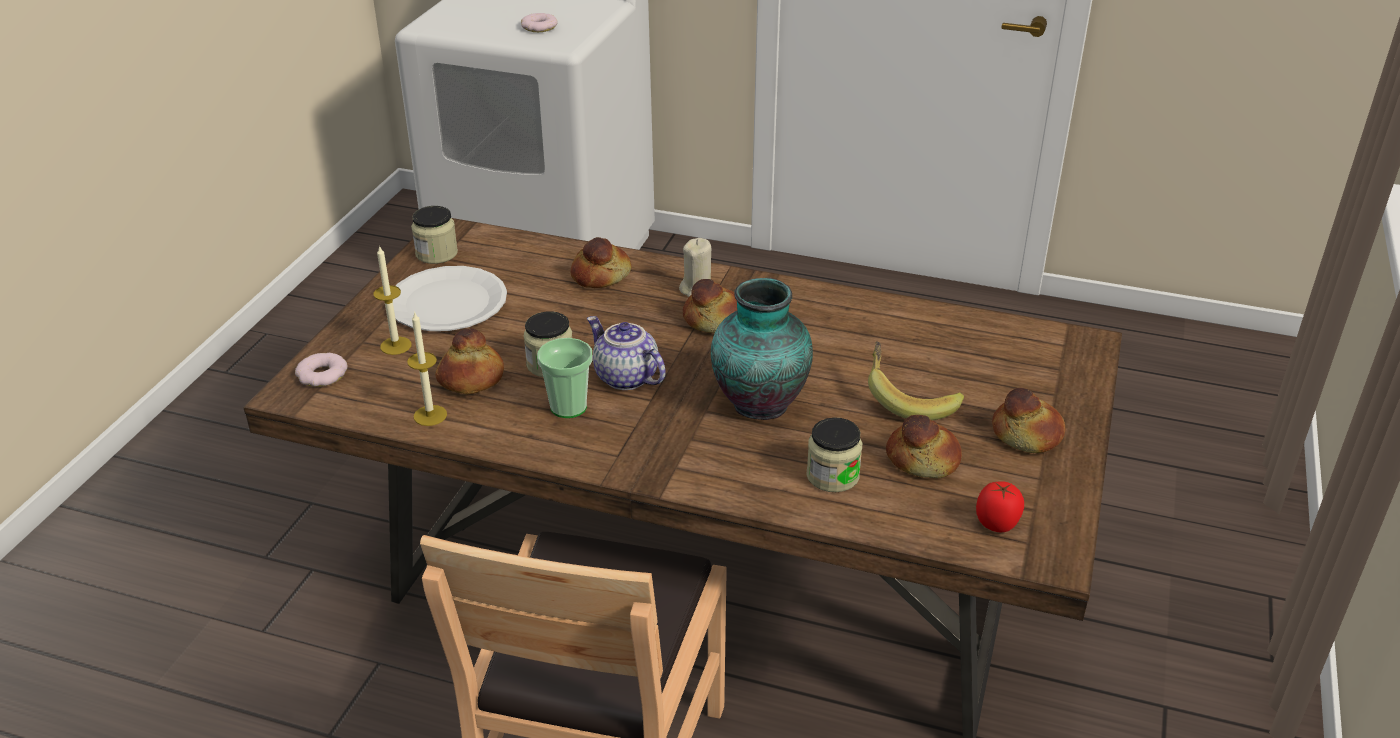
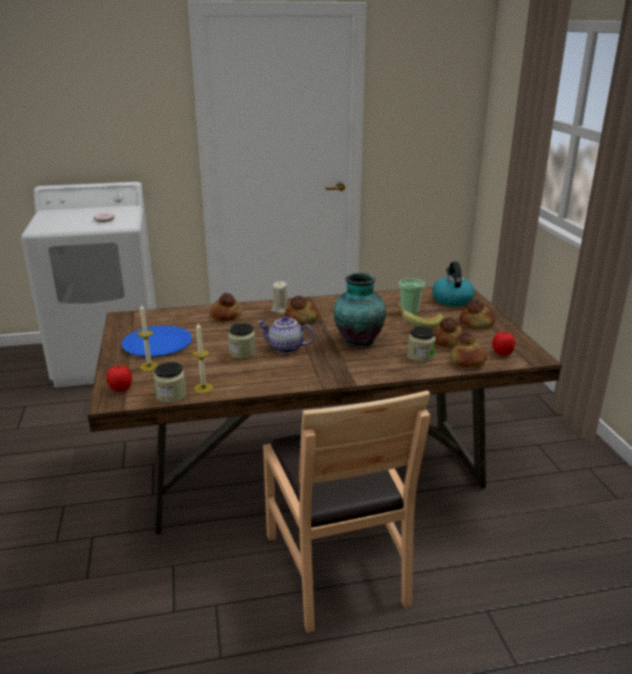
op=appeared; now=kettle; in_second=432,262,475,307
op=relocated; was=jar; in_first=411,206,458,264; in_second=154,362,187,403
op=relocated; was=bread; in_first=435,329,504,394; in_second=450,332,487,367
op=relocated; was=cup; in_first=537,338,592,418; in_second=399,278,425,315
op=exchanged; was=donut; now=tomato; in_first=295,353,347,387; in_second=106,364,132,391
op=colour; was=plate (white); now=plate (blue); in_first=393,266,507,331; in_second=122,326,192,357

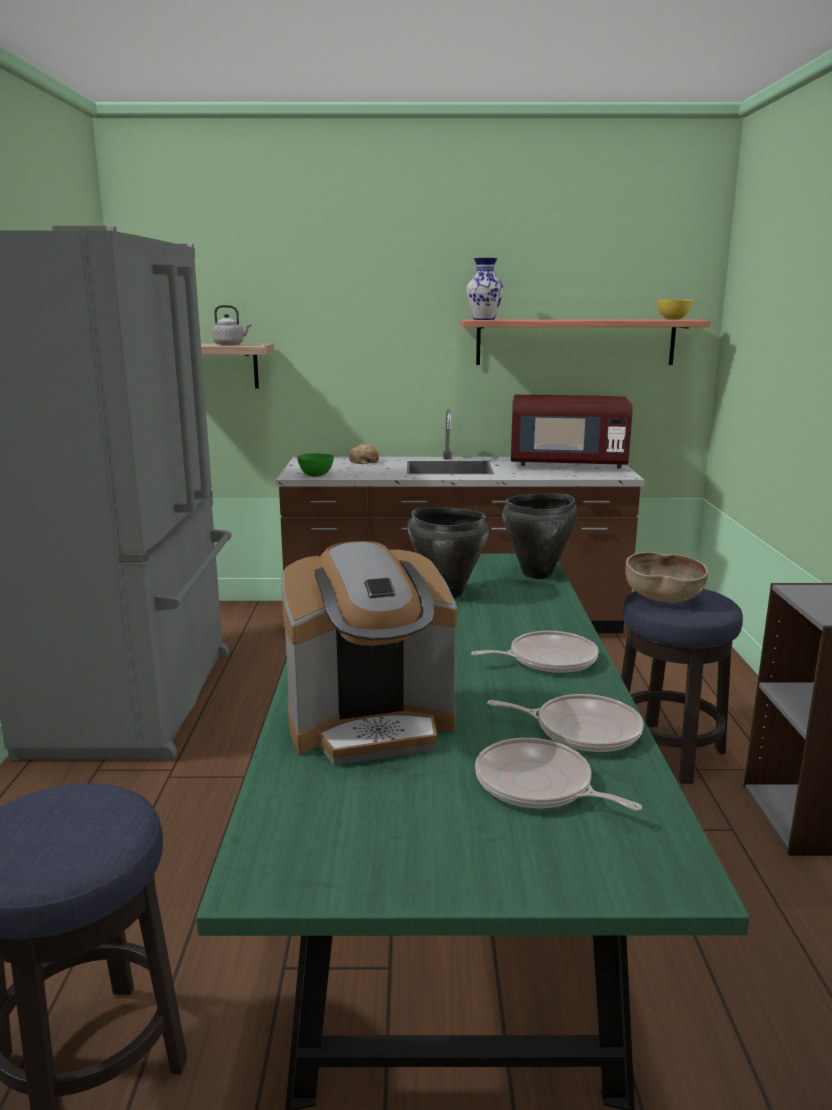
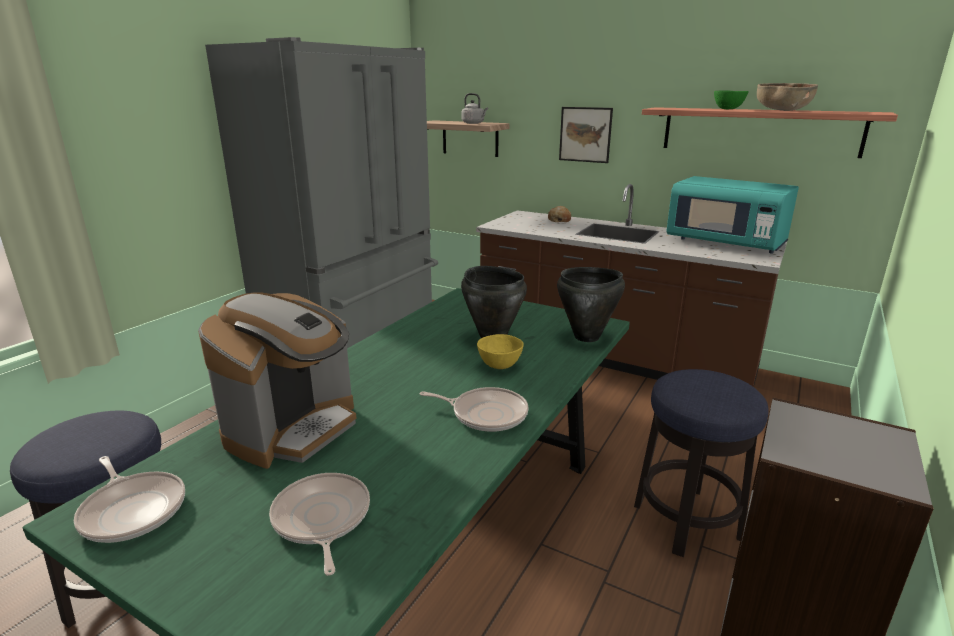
op=missing; was=vase; in_first=466,258,504,320
op=appeared; now=picture; in_second=559,107,613,163
op=relocated; was=bowl (green); in_first=297,453,334,477; in_second=714,90,749,109
op=relocated; was=frying pan; in_first=487,694,644,753; in_second=74,456,185,543
op=relocated; was=bowl (brown); in_first=625,552,708,603; in_second=757,83,818,111
op=relocated; was=bowl (yellow); in_first=657,300,693,320; in_second=477,334,524,369
op=colour; was=microwave (red); now=microwave (turquoise); in_first=511,395,633,469; in_second=666,176,799,254
op=spun; was=coffee machine; in_first=281,541,457,765; in_second=198,292,356,469; clockwise=-75

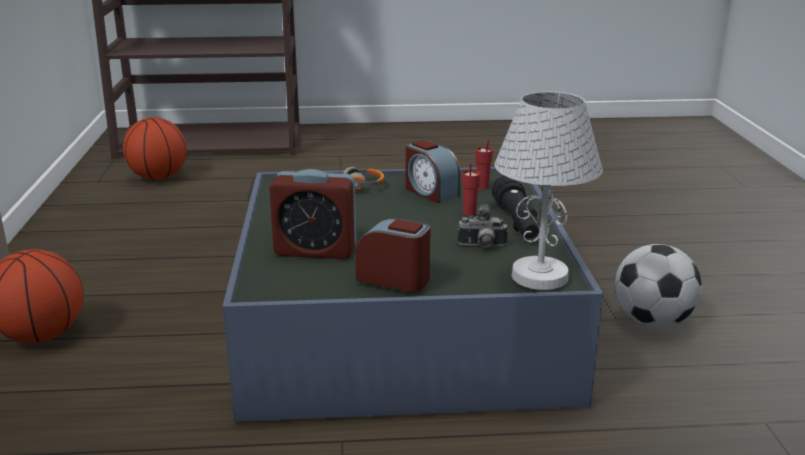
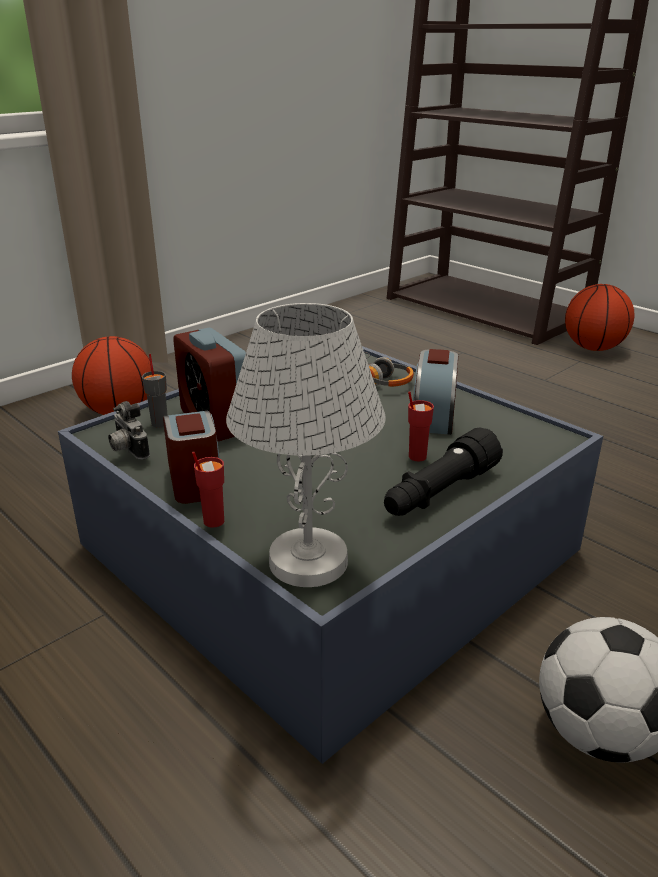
op=appeared; now=cup (grey); in_second=142,354,168,428
op=relocated; was=basketball; in_first=123,117,187,180; in_second=565,284,634,351
op=relocated; was=photo camera; in_first=458,204,508,247; in_second=108,401,150,460
op=relocated; was=cup (red); in_first=476,140,493,190; in_second=192,452,224,528

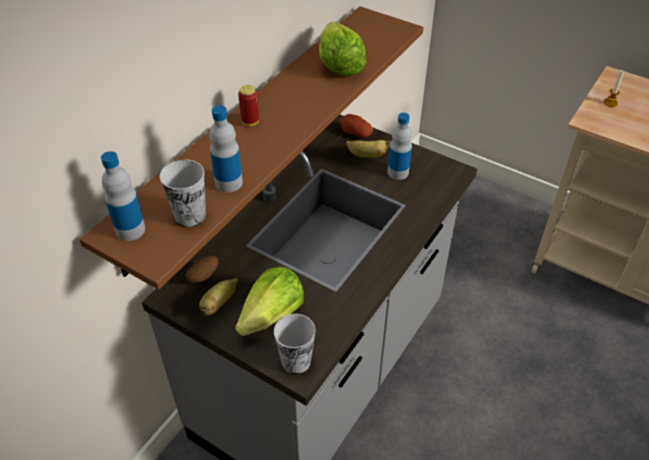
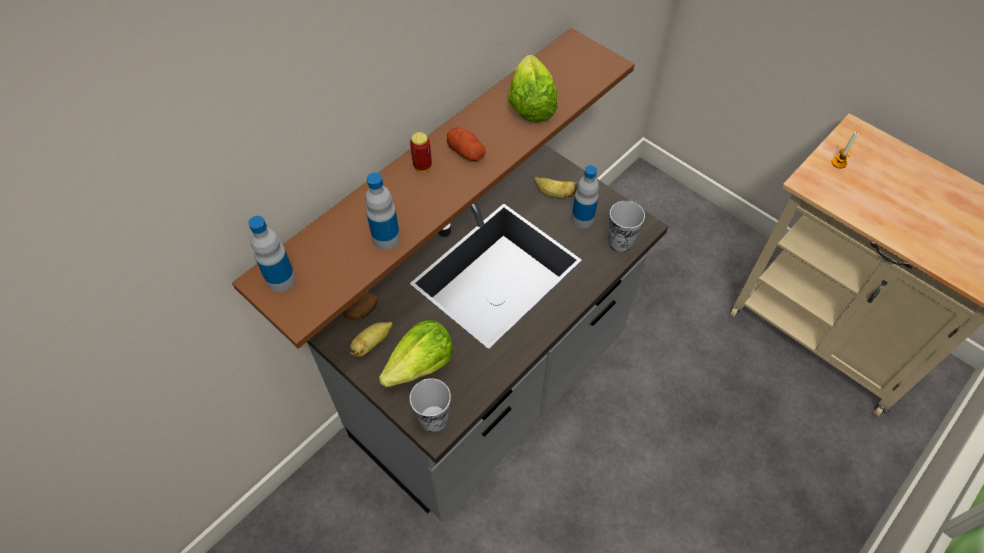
op=relocated; was=cup; in_first=160,159,206,227; in_second=608,201,645,252
op=relocated; was=potato; in_first=340,114,373,137; in_second=447,127,486,161

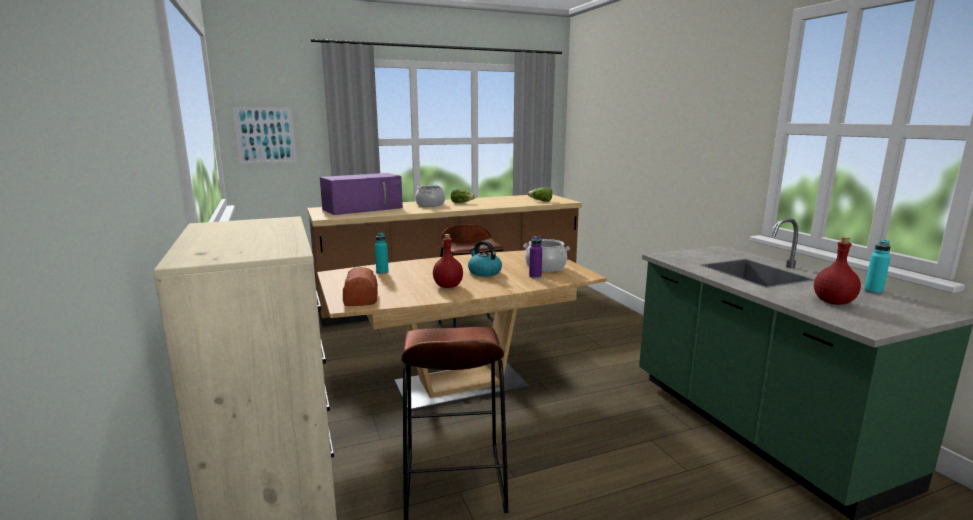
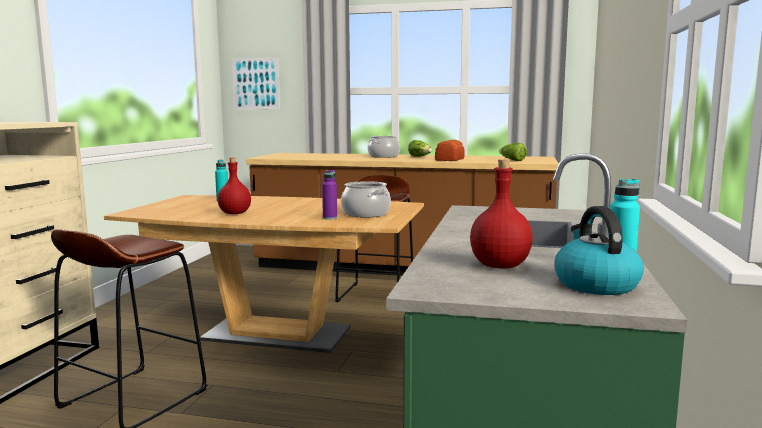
op=missing; was=microwave (purple); in_first=320,173,403,215
op=relocated; was=bread; in_first=343,267,378,306; in_second=435,140,465,161
op=relocated; was=kettle; in_first=468,241,502,277; in_second=554,206,644,295

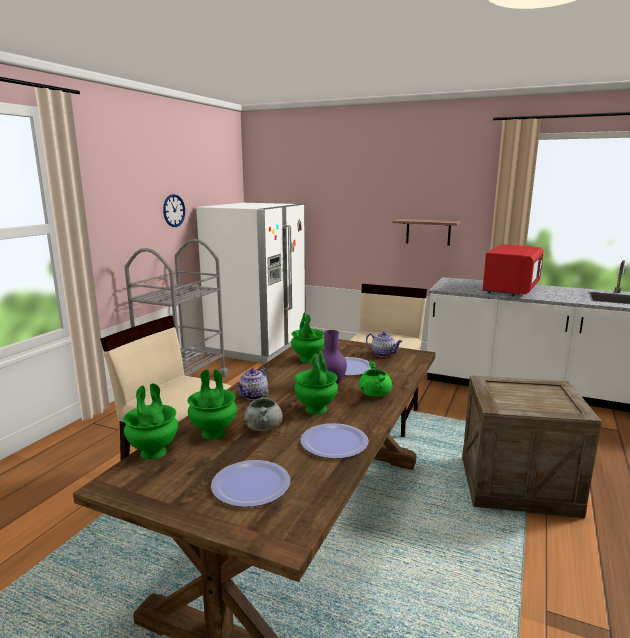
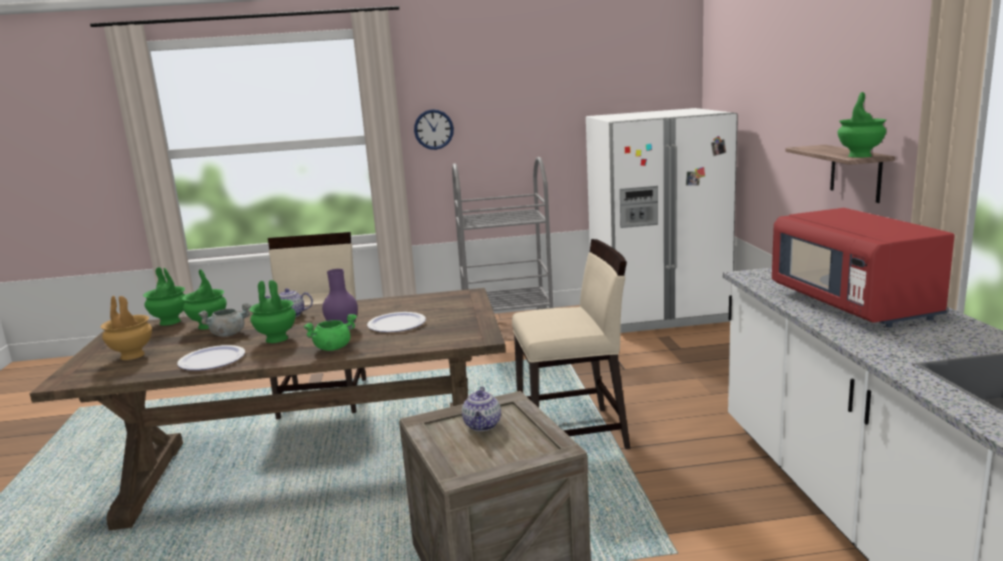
op=relocated; was=wall clock; in_first=163,194,185,227; in_second=414,109,454,150
op=relocated; was=vase (green); in_first=291,312,324,363; in_second=838,92,886,158
op=relocated; was=teapot; in_first=366,332,402,357; in_second=462,387,501,431
op=exchanged; was=plate; now=vase (brown); in_first=211,460,290,507; in_second=101,296,152,360
op=spun; was=microwave (red); in_first=483,244,544,296; in_second=772,208,955,328; clockwise=75

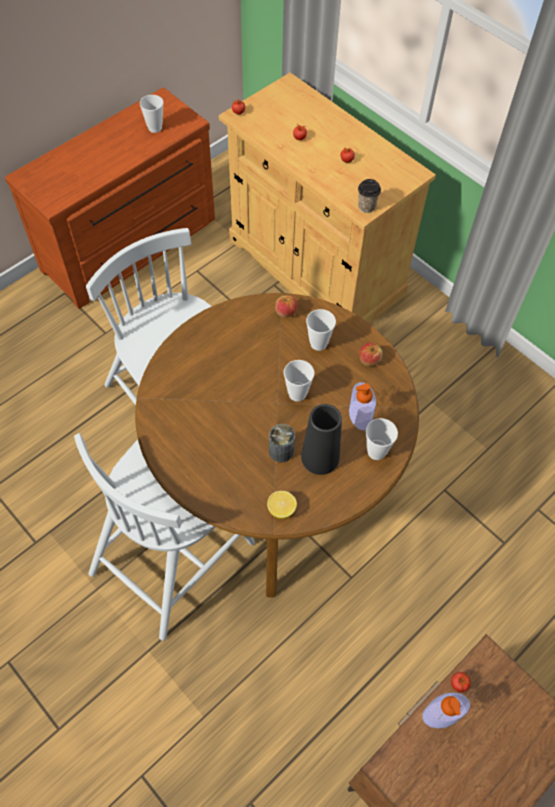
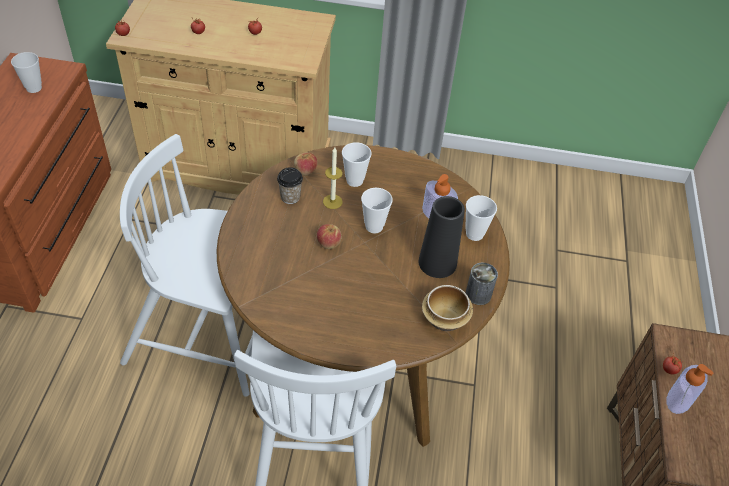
op=appeared; now=candle; in_second=323,147,343,209
op=relocated; was=can; in_first=269,424,295,463; in_second=466,262,498,305
op=relocated; was=cup; in_first=358,179,381,213; in_second=277,167,303,204
op=relocated; was=apple; in_first=360,342,382,366; in_second=317,224,342,249
op=exchanged; was=lemon; now=bowl; in_first=267,491,297,519; in_second=422,285,473,331

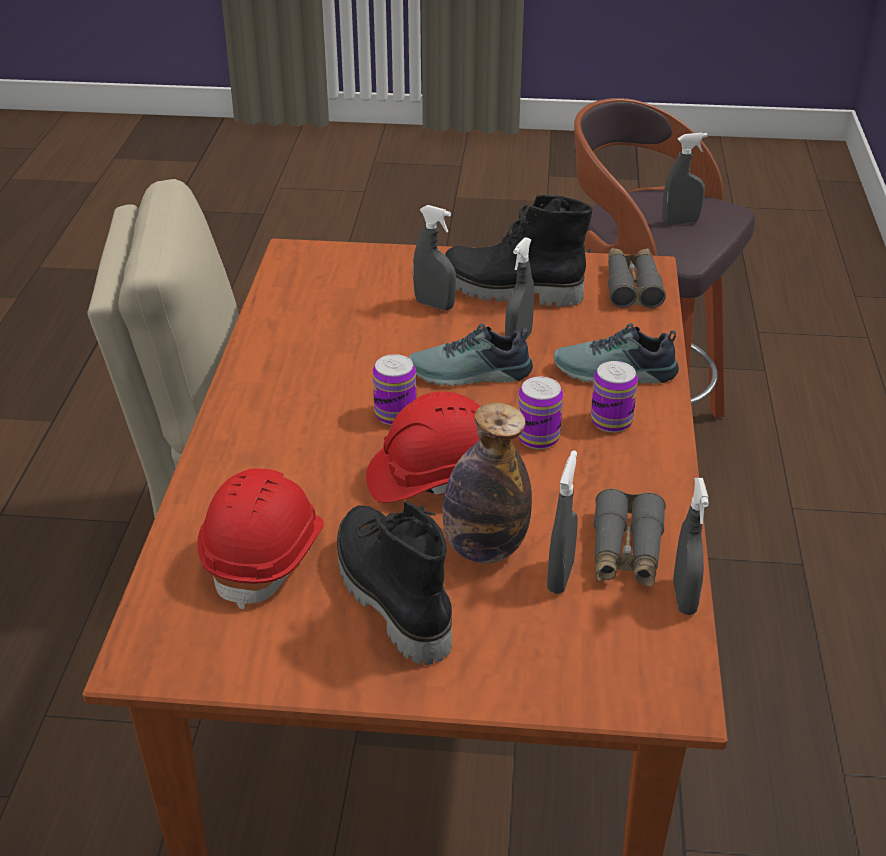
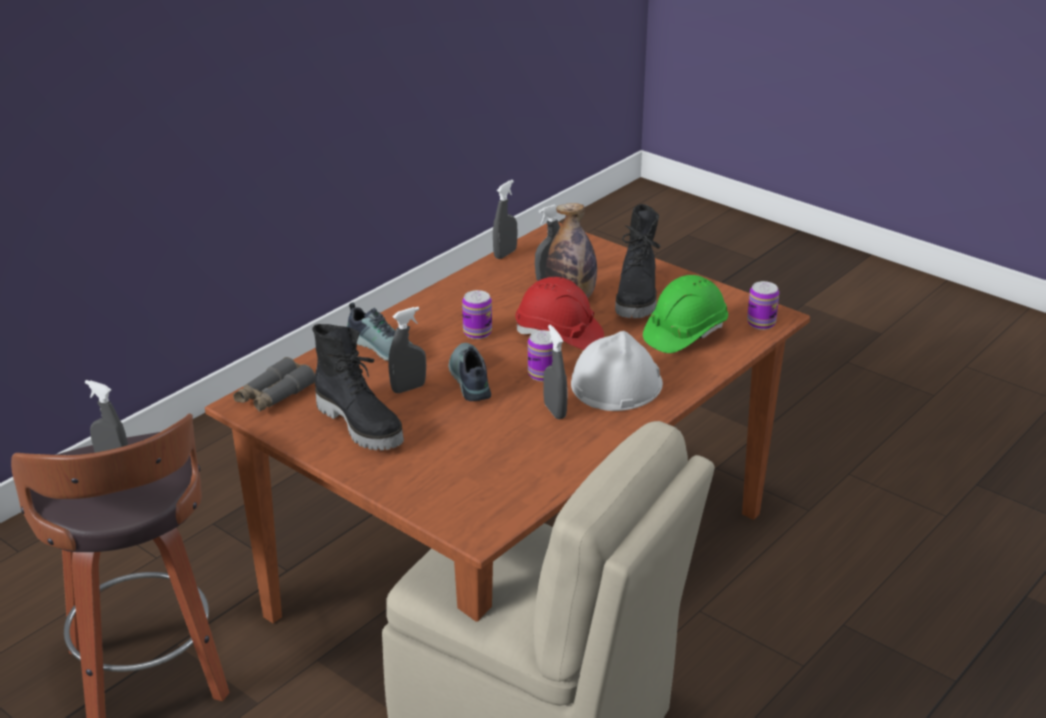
op=missing; was=binoculars (grey); in_first=594,488,666,587
op=appeared; now=hard hat (white); in_second=571,331,663,411
op=relocated; was=spray bottle (grey); in_first=413,205,456,310; in_second=543,325,567,419
op=relocated; was=can; in_first=591,361,638,432; in_second=747,281,779,330
op=colour; was=hard hat (red); now=hard hat (green); in_first=197,468,324,609; in_second=643,275,728,353
op=spun; was=shoe; in_first=408,324,533,386; in_second=448,343,491,401; clockwise=-135

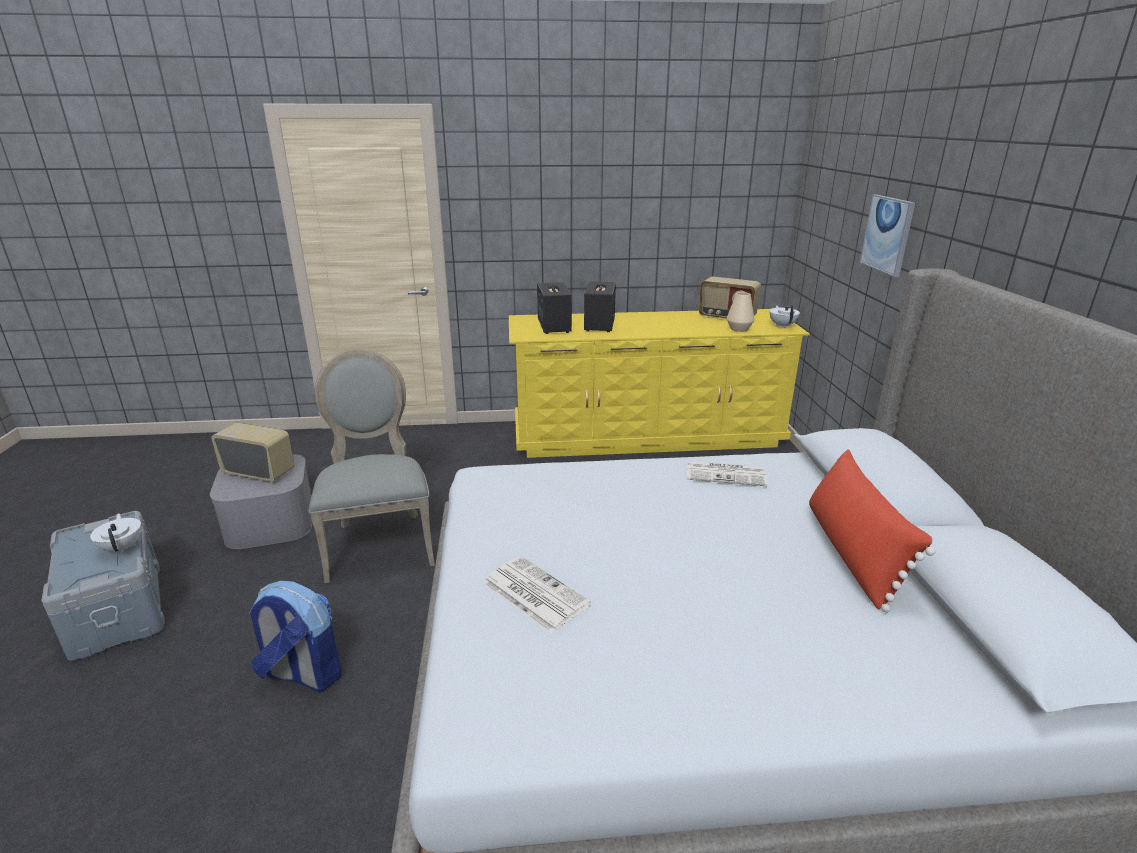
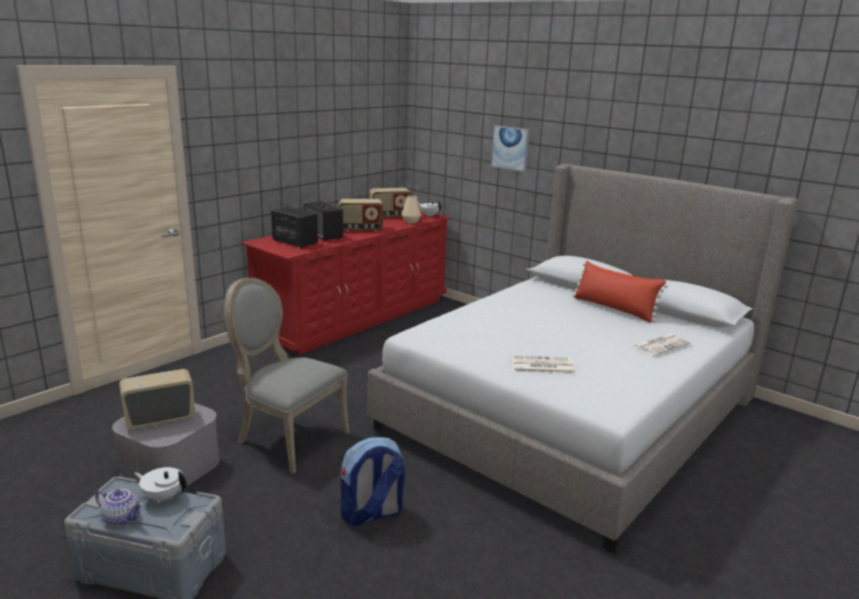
op=appeared; now=teapot; in_second=95,489,143,526
op=appeared; now=radio; in_second=339,199,383,232
op=relocated; was=newspaper; in_first=687,461,768,486; in_second=633,334,691,356
op=colour; was=dresser (yellow); now=dresser (red); in_first=509,309,810,458; in_second=241,210,451,355

